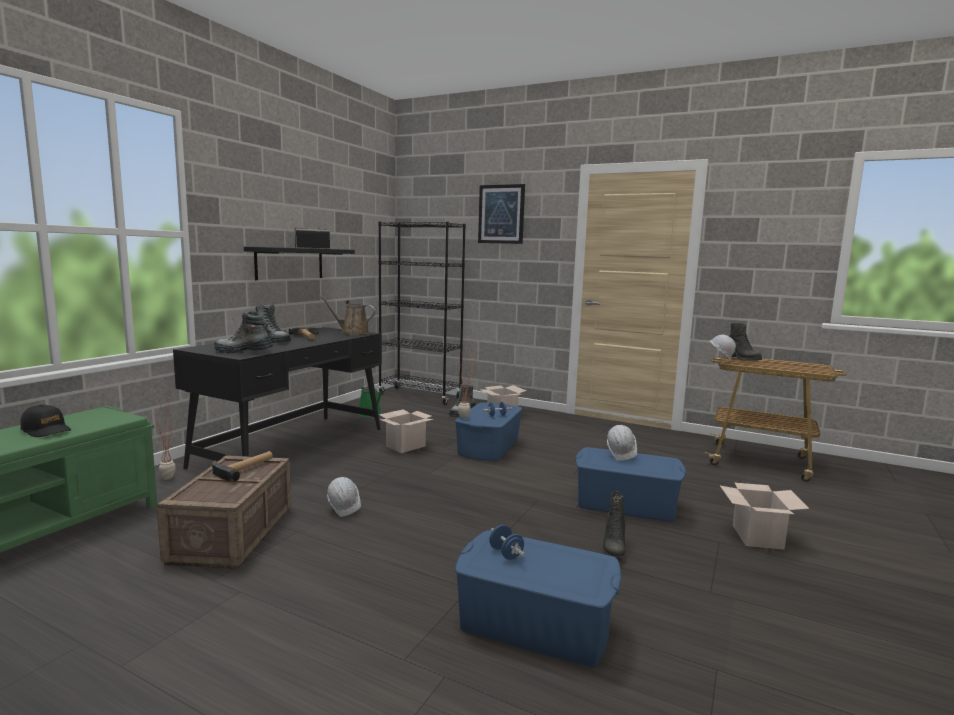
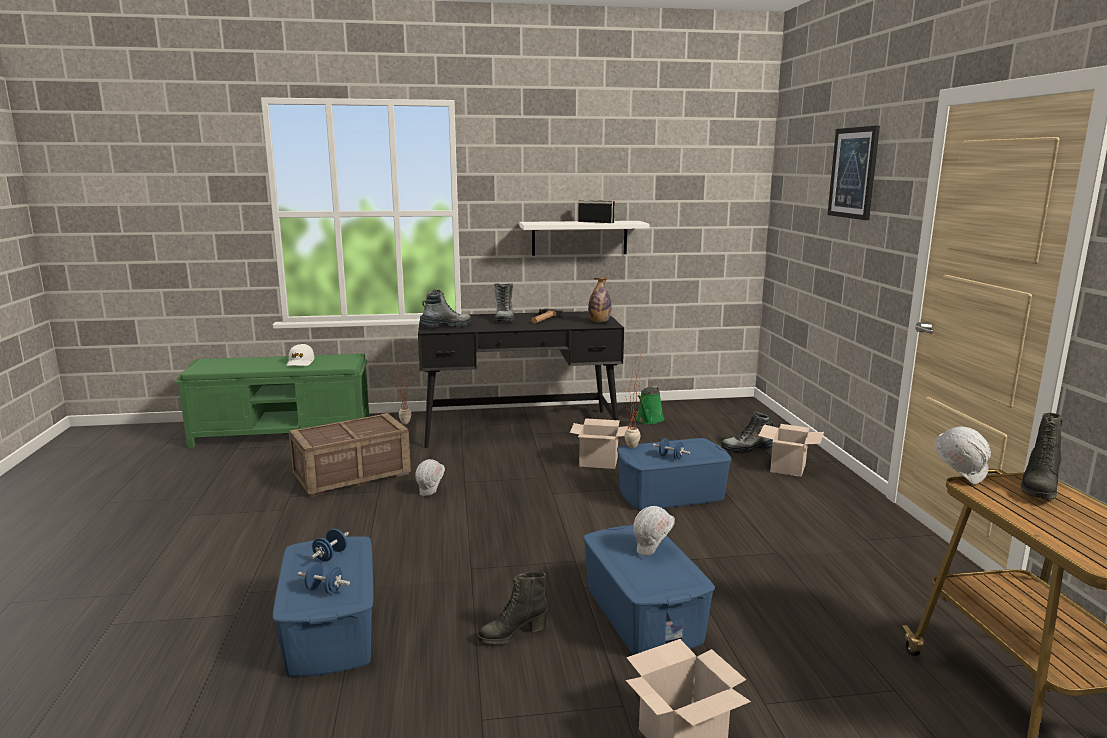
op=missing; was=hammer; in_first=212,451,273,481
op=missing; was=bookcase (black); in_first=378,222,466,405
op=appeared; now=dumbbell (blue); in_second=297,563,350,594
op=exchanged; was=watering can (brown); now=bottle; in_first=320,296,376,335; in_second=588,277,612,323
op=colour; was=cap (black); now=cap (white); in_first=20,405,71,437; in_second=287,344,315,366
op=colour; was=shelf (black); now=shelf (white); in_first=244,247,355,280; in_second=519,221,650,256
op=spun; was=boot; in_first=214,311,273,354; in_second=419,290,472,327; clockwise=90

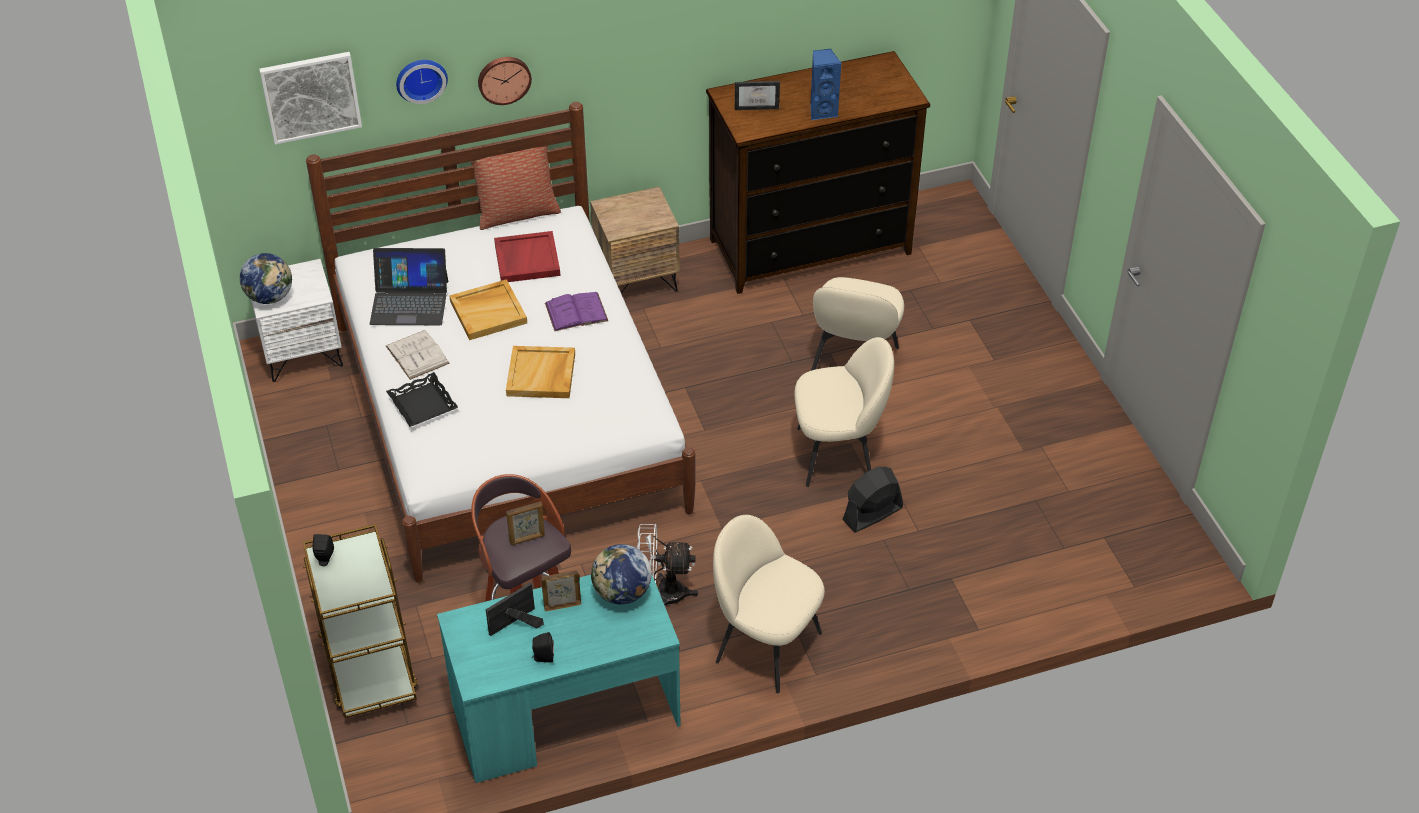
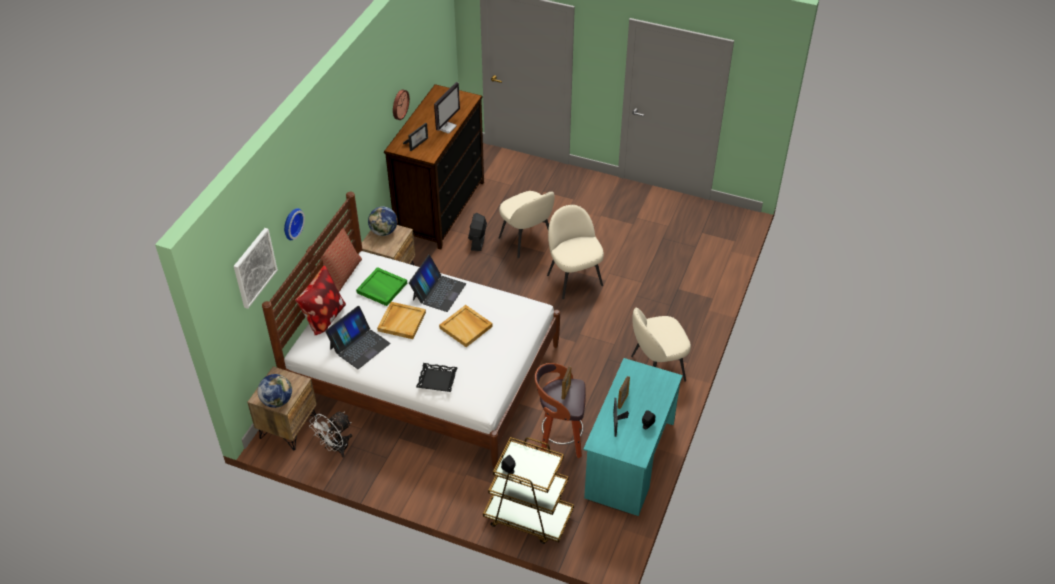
op=missing; was=book (white); in_first=386,330,450,380
op=appeared; now=pillow; in_second=295,265,346,335
op=relocated; was=wall clock; in_first=478,57,532,105; in_second=393,90,410,120
op=relocated; was=globe; in_first=591,544,652,604; in_second=368,206,397,236
op=relocated; was=fan (white); in_first=637,524,698,606; in_second=309,412,352,458
op=relocated; was=fan (black); in_first=842,467,903,532; in_second=468,213,487,251
op=exchanged; was=book (purple); now=laptop; in_first=545,292,608,331; in_second=409,255,466,312
op=exchanged; was=speaker (blue); now=monitor; in_first=810,49,842,120; in_second=434,82,460,133
op=colour; was=nightstand (white); now=nightstand (brown); in_first=251,259,343,382; in_second=247,366,317,450
op=colour; was=tray (red); now=tray (green); in_first=494,231,560,282; in_second=356,267,407,306
op=spun; was=chair (beige); in_first=794,337,894,487; in_second=547,205,604,299; clockwise=-60

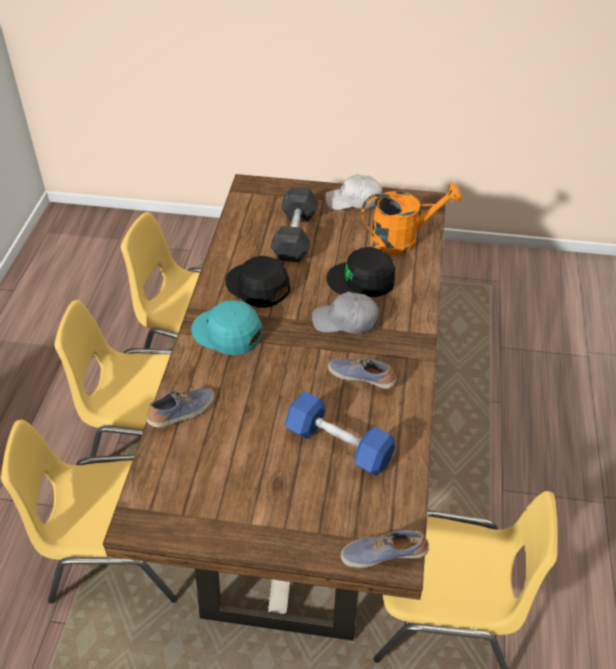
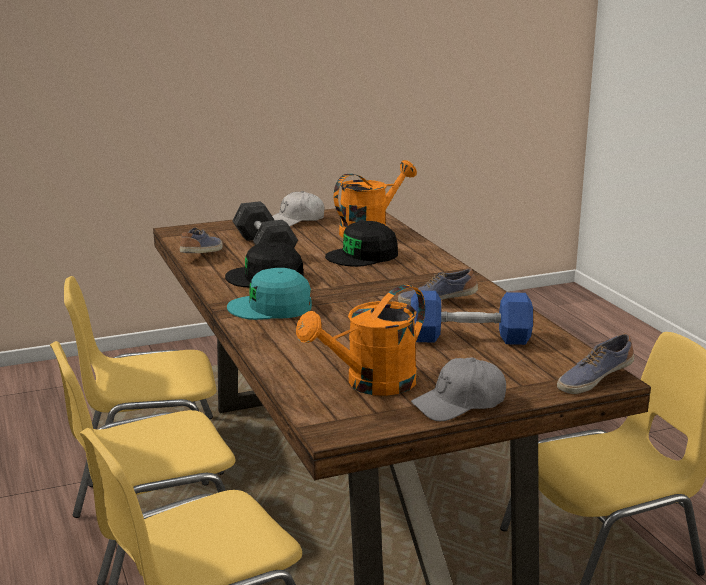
op=appeared; now=watering can (orange); in_second=296,285,425,396
op=relocated; was=shoe; in_first=147,388,214,428; in_second=180,227,223,253
op=relocated; was=cap (grey); in_first=312,292,378,334; in_second=411,358,506,421

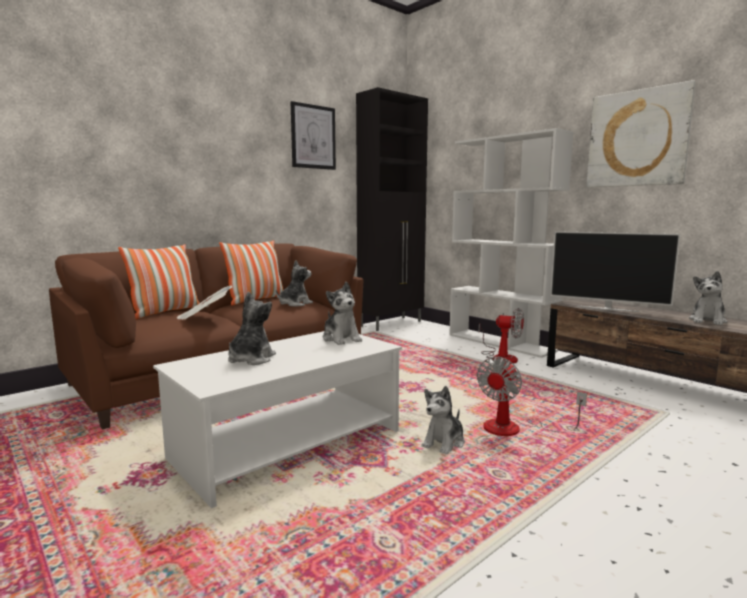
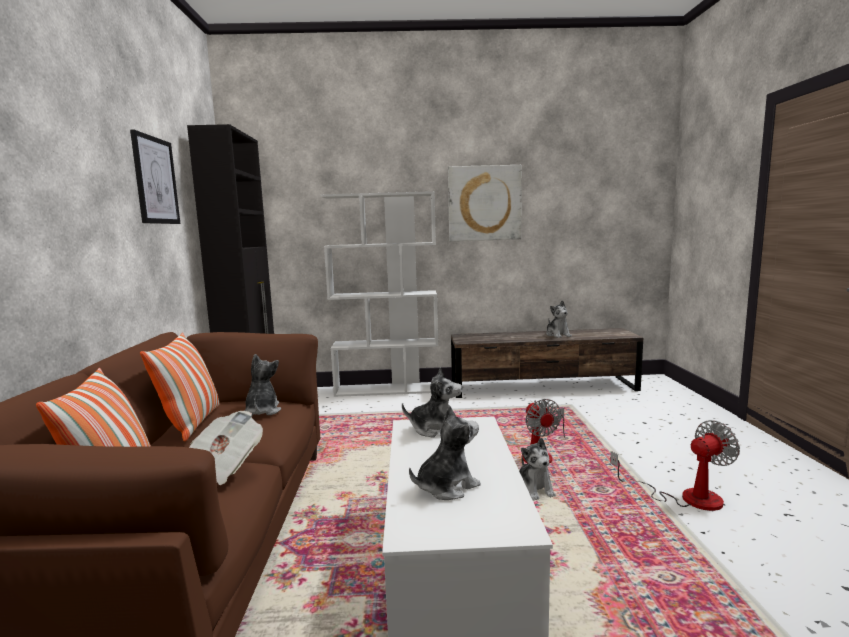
op=missing; was=television; in_first=550,231,681,312
op=relocated; was=fan; in_first=479,308,524,364; in_second=610,420,740,511
op=spun; was=plush toy; in_first=228,292,276,365; in_second=409,405,481,500; clockwise=90

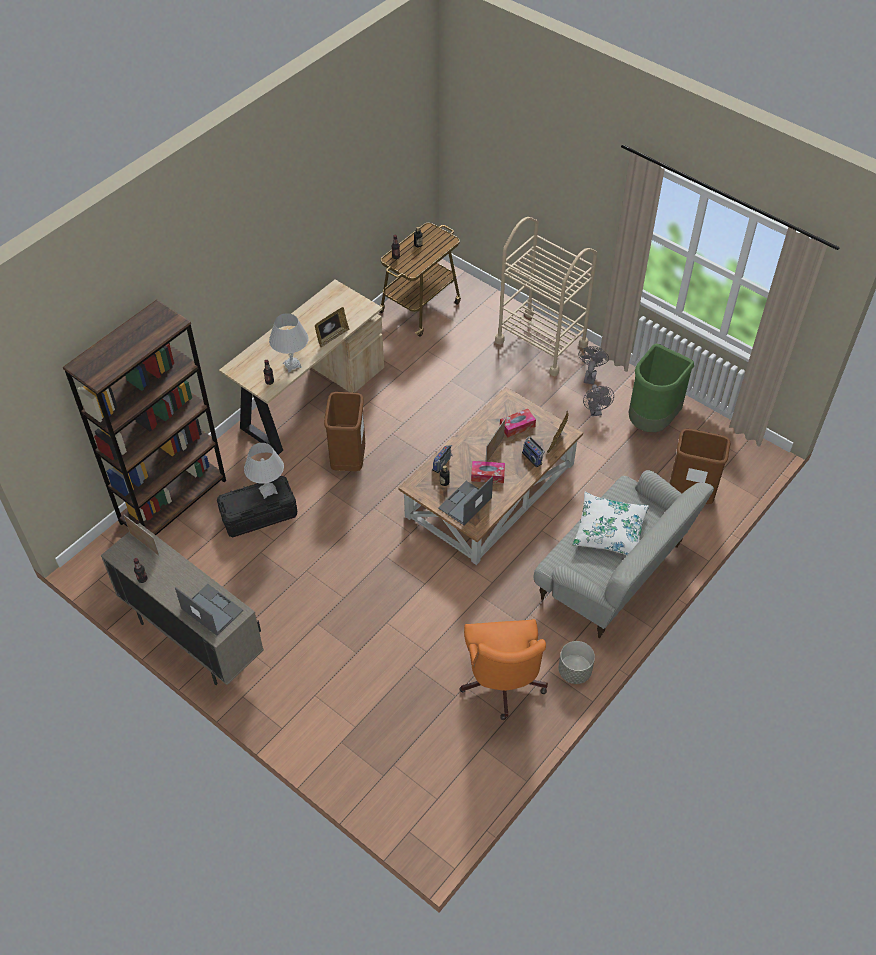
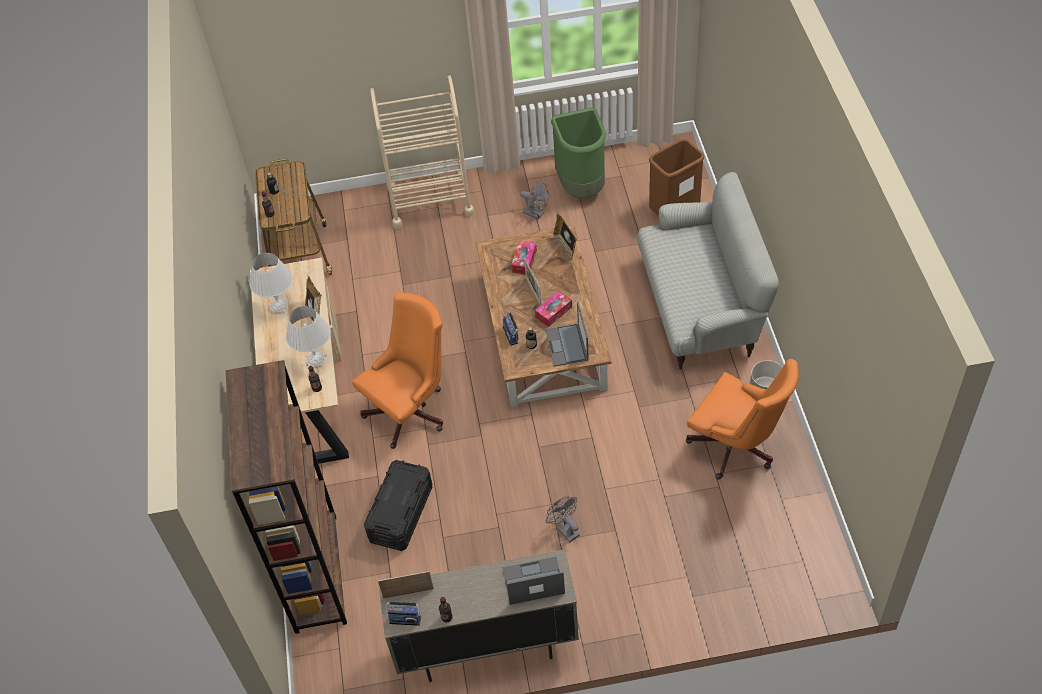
op=missing; was=pillow (white); in_first=572,492,649,556
op=relocated; was=table lamp (white); in_first=244,443,284,499; in_second=249,253,293,314
op=relocated; was=radio; in_first=522,436,545,468; in_second=386,602,421,626
op=relocated; was=fan (grey); in_first=578,346,609,385; in_second=546,496,580,543
op=exchanged; was=trash can (brown); now=office chair (orange); in_first=324,392,365,471; in_second=352,292,443,449

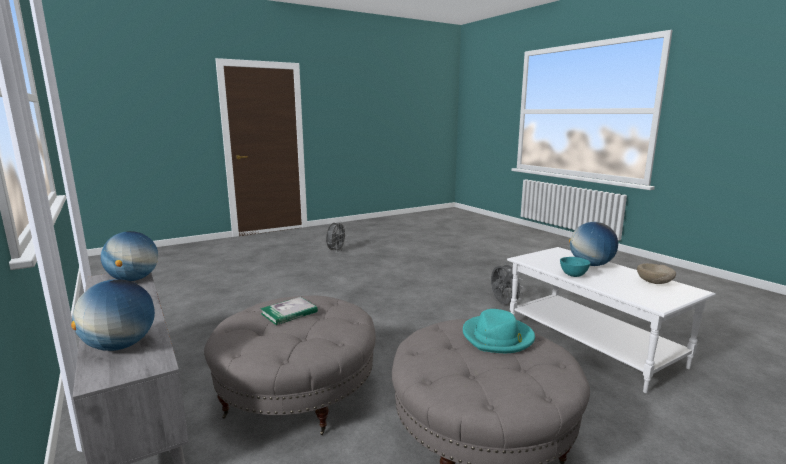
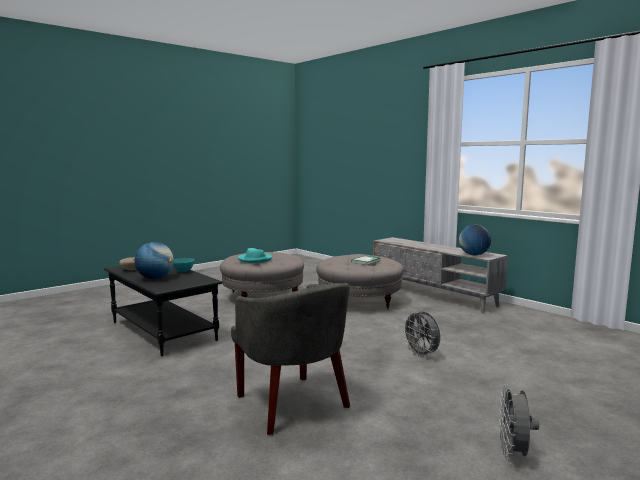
op=missing; was=globe; in_first=71,279,155,351
op=appeared; now=armchair (grey); in_second=231,283,350,435
op=relocated; was=fan (grey); in_first=491,262,524,305; in_second=402,310,440,358
op=colour; was=coffee table (white); now=coffee table (black); in_first=507,247,716,393; in_second=104,266,223,356

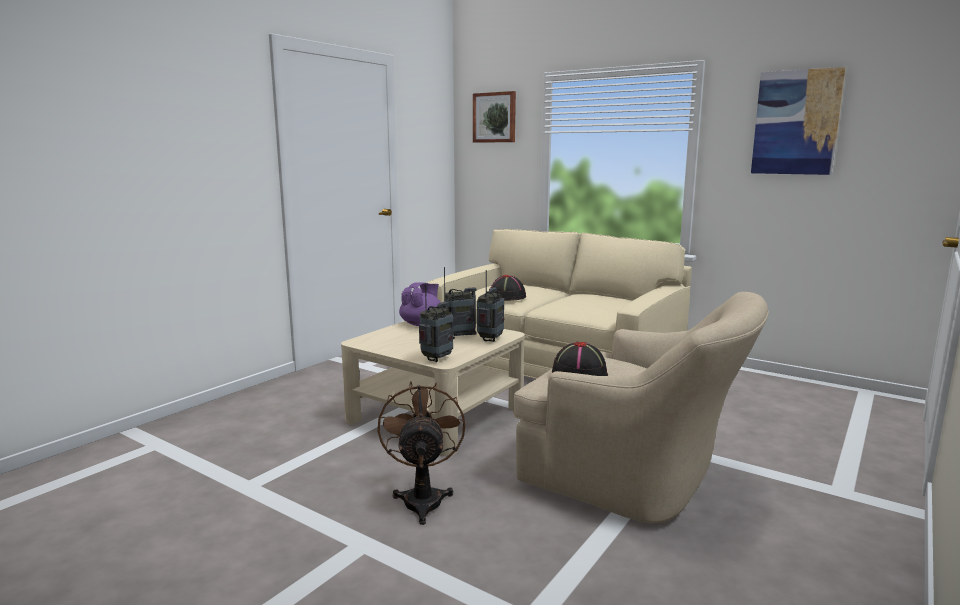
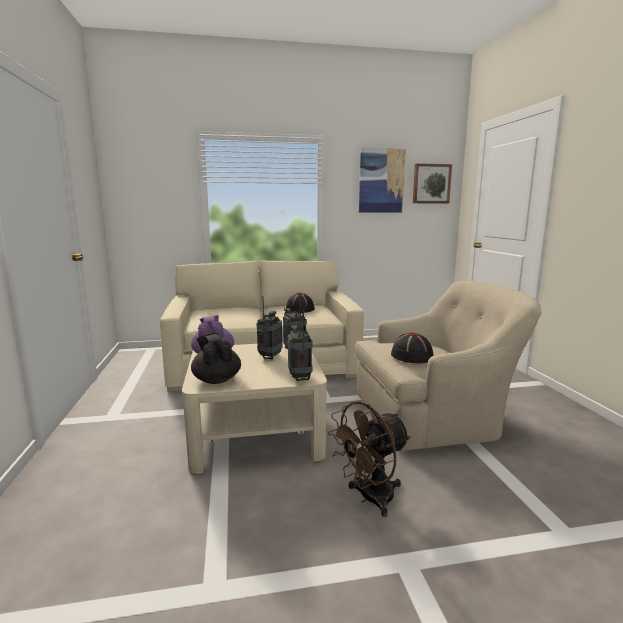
op=appeared; now=teapot (black); in_second=191,333,241,384
op=relocated; was=picture; in_first=473,91,516,143; in_second=413,163,452,203
op=relocated; was=hat (black); in_first=491,275,526,301; in_second=286,293,315,313
op=spun; was=fan (brown); in_first=378,381,465,525; in_second=327,401,411,517; clockwise=-75

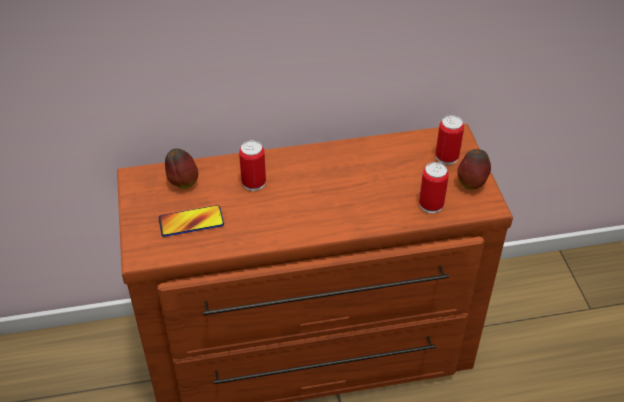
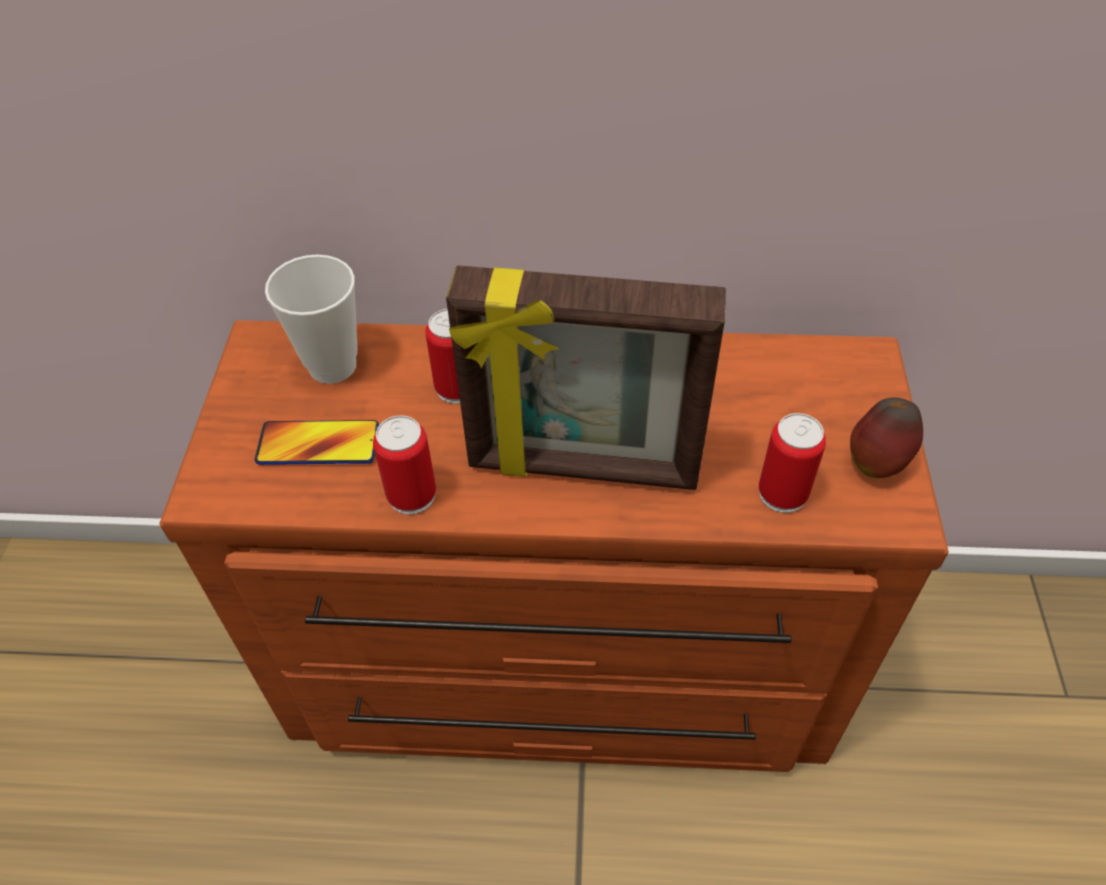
op=appeared; now=picture frame; in_second=446,265,726,490
op=relocated; was=can; in_first=436,115,464,165; in_second=373,416,436,514
op=exchanged; was=apple; now=cup; in_first=165,148,198,189; in_second=265,254,357,384

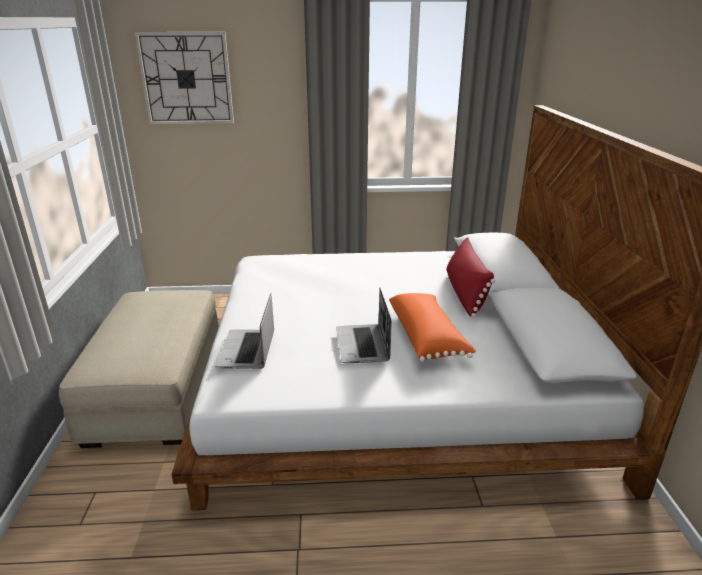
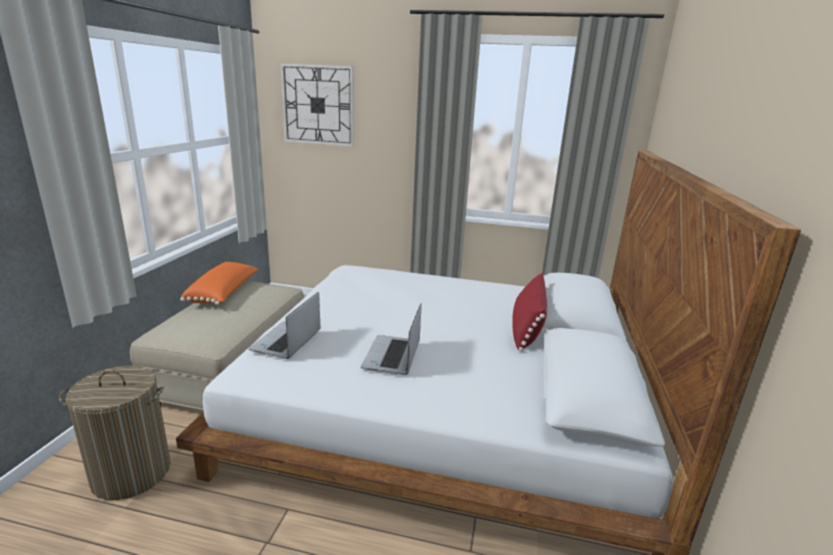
op=appeared; now=laundry basket; in_second=59,366,171,500
op=relocated; was=pillow (orange); in_first=389,293,476,362; in_second=180,262,259,305

